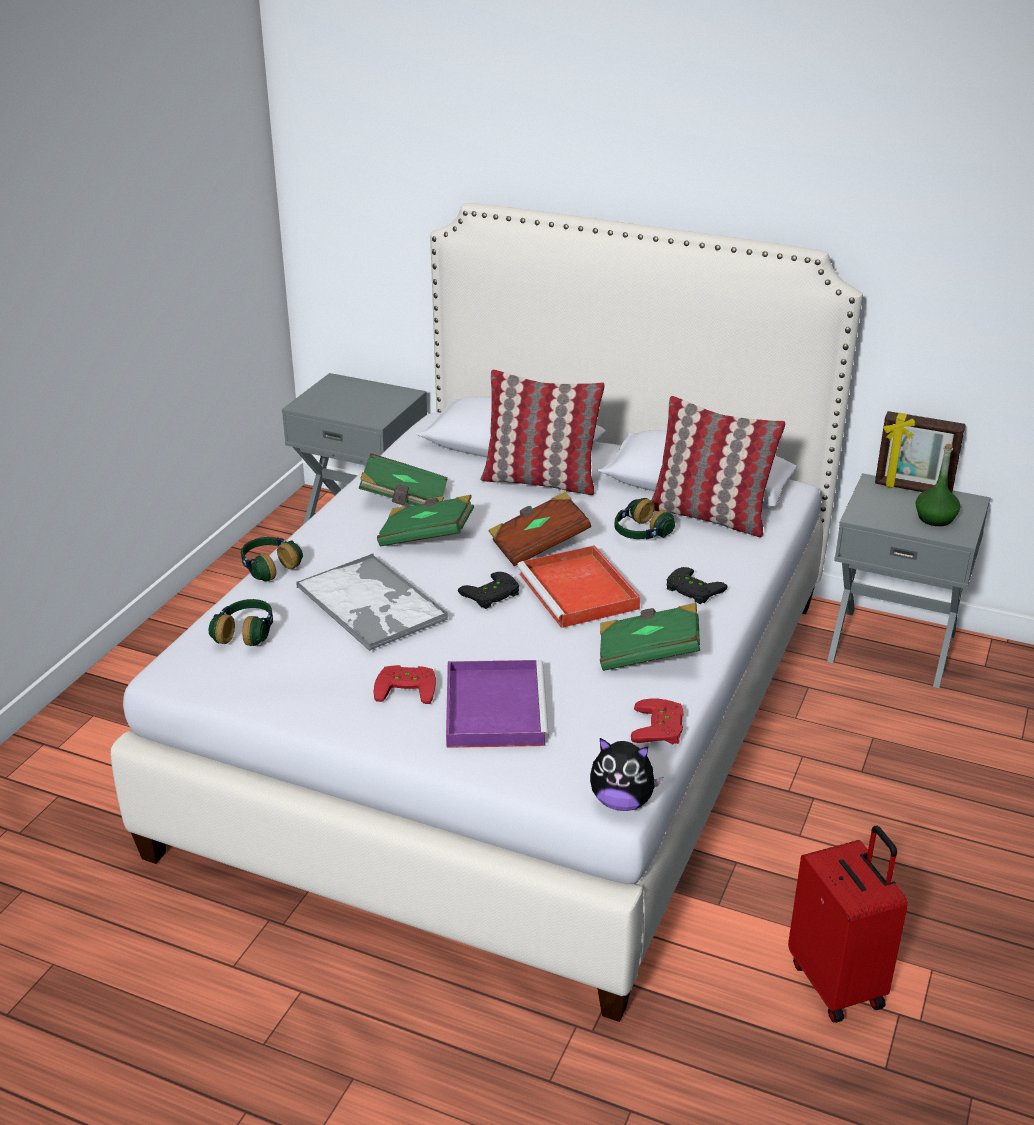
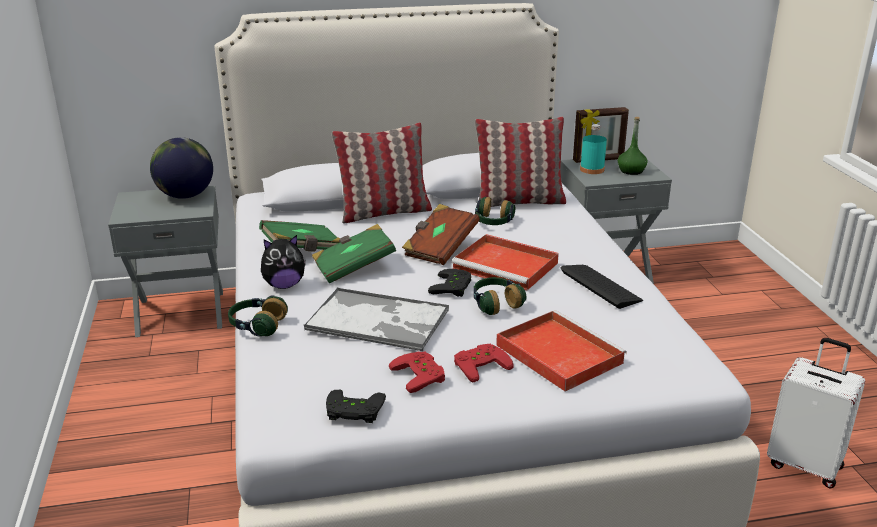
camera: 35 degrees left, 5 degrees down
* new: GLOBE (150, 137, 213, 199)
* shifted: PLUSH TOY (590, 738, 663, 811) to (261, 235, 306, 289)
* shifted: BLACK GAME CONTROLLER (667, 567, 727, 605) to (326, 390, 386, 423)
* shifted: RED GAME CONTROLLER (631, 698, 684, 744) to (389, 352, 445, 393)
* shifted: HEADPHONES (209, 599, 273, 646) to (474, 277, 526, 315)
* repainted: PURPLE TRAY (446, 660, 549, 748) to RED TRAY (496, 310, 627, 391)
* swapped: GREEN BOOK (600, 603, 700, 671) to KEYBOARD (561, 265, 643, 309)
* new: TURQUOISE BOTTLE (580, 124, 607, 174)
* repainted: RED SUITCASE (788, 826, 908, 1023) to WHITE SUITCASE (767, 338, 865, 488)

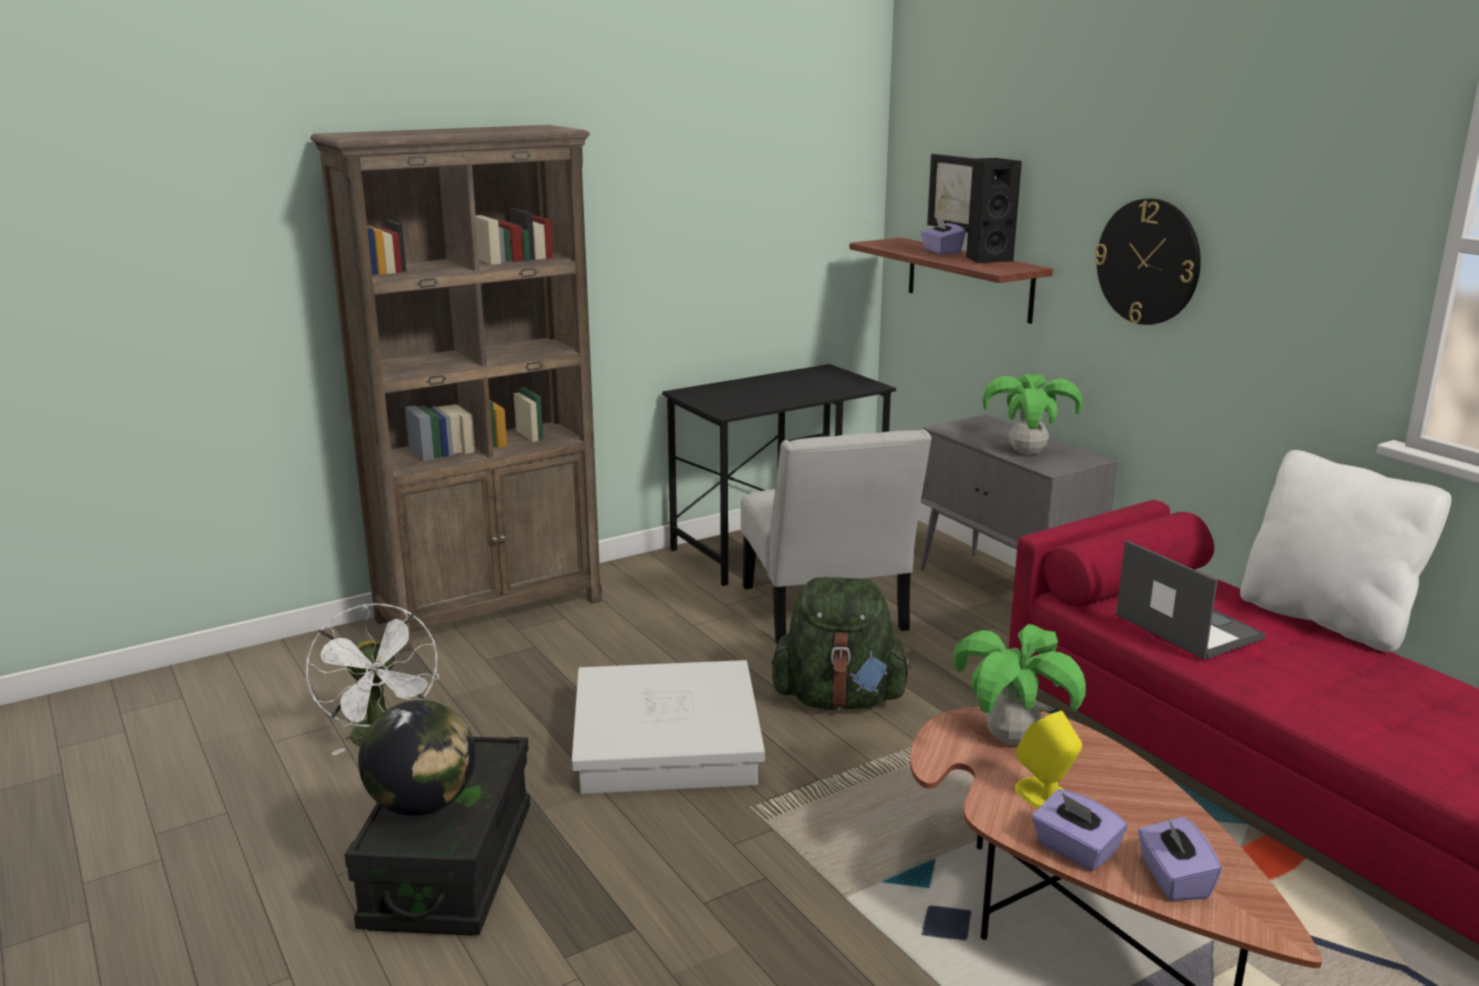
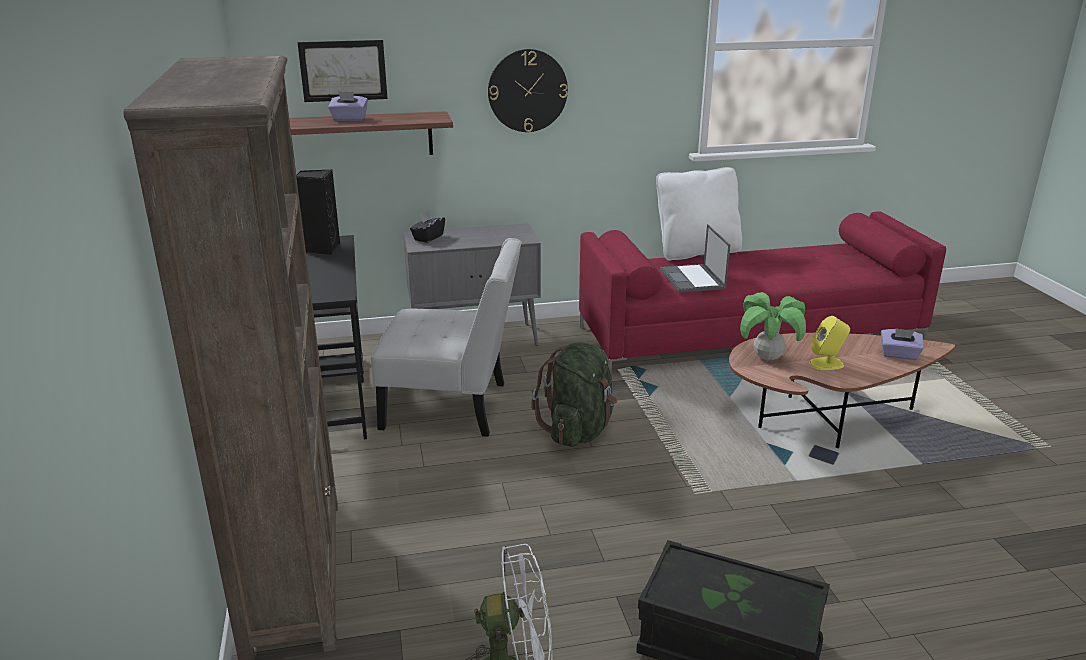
camera: 70 degrees left, 5 degrees up
* shifted: BLACK SPEAKER (966, 158, 1022, 264) to (296, 169, 340, 255)
* new: BLACK TISSUE BOX (410, 210, 445, 243)
* rotated: LAPTOP (1116, 540, 1266, 660) = (660, 224, 730, 293) 90 degrees counterclockwise
* gone: GLOBE (358, 700, 475, 816)
* gone: WHITE STORAGE BOX (572, 660, 765, 794)
* gone: POTTED PLANT (982, 373, 1083, 455)
* gone: PURPLE TISSUE BOX (1032, 789, 1127, 871)

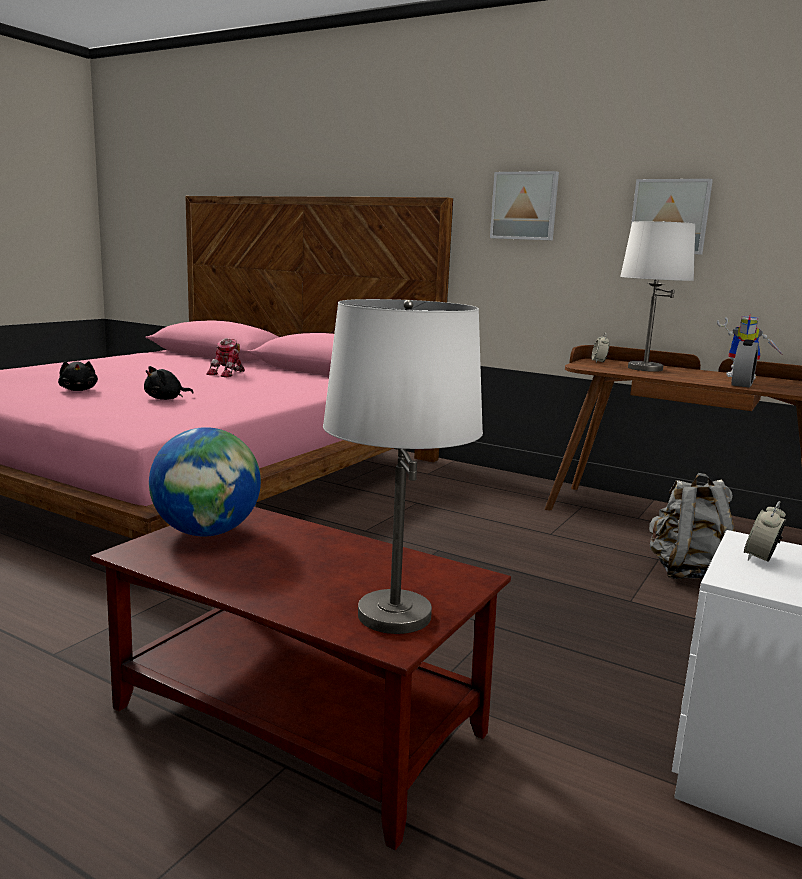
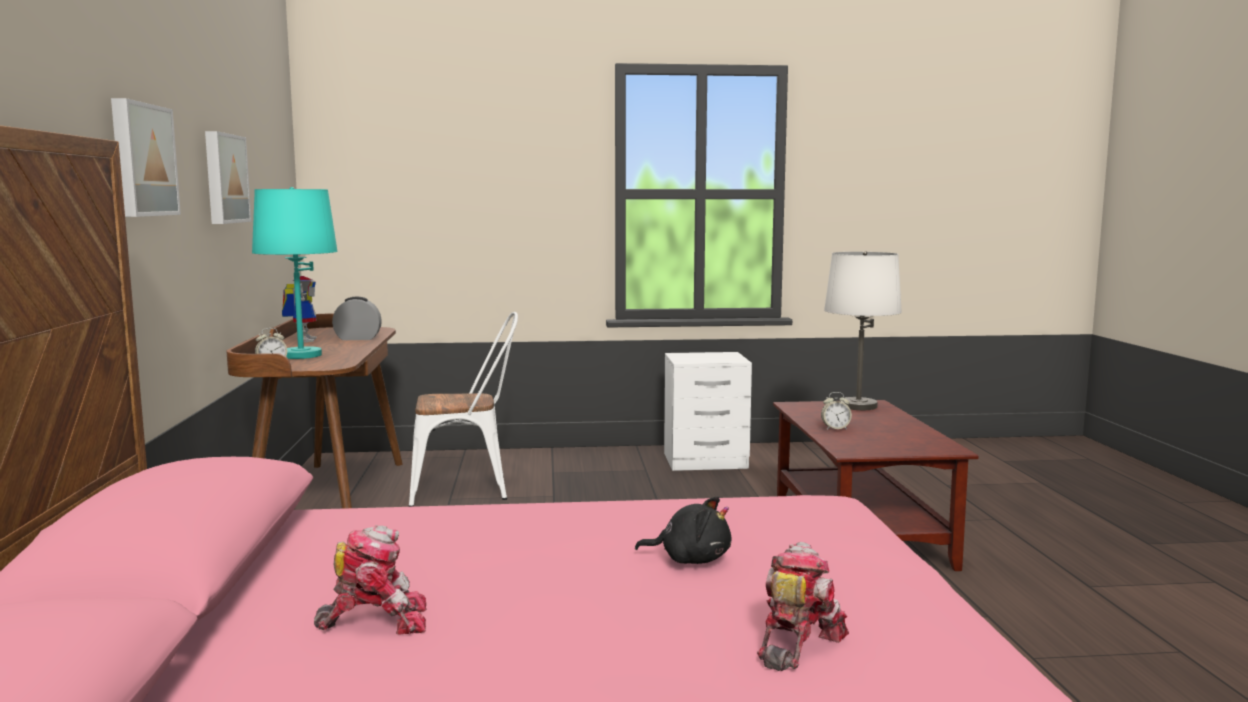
camera: 125 degrees left, 5 degrees down
* repainted: WHITE TABLE LAMP (620, 221, 696, 372) to TURQUOISE TABLE LAMP (252, 187, 338, 359)
* swapped: GREY BACKPACK (649, 473, 735, 579) to WHITE CHAIR (409, 312, 518, 507)
* swapped: BLACK PLUSH TOY (58, 361, 98, 391) to TOY ROBOT (757, 542, 849, 671)
* shifted: ALARM CLOCK (744, 501, 786, 562) to (821, 392, 852, 430)
* gone: GLOBE (149, 427, 261, 537)

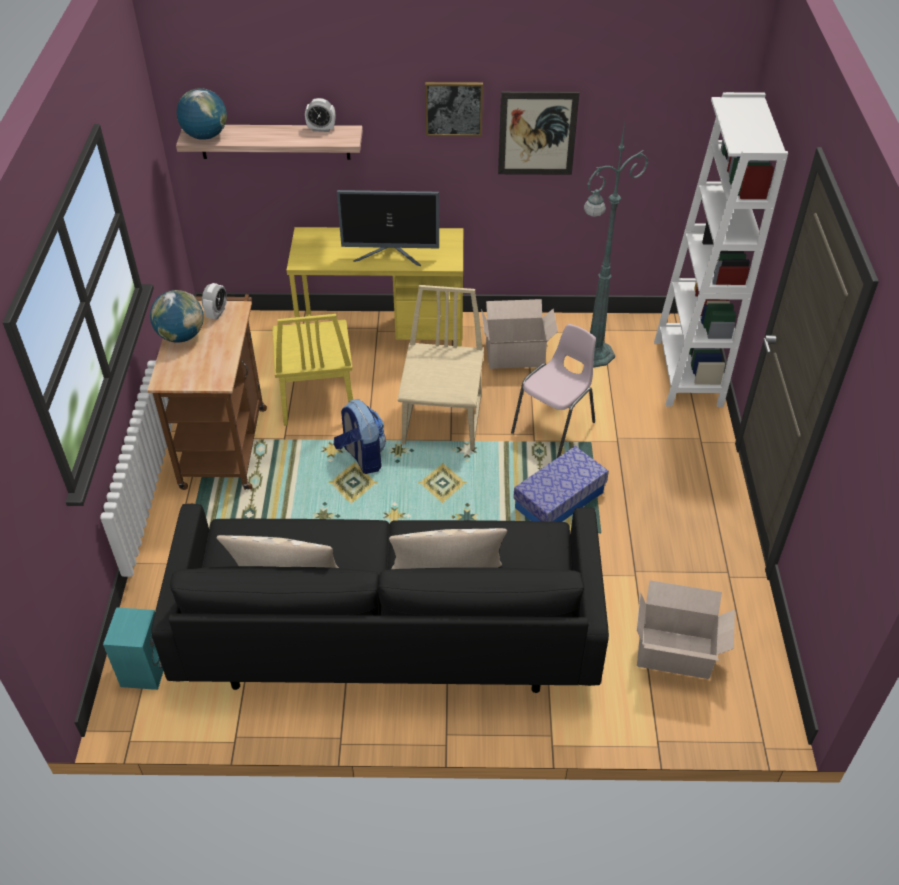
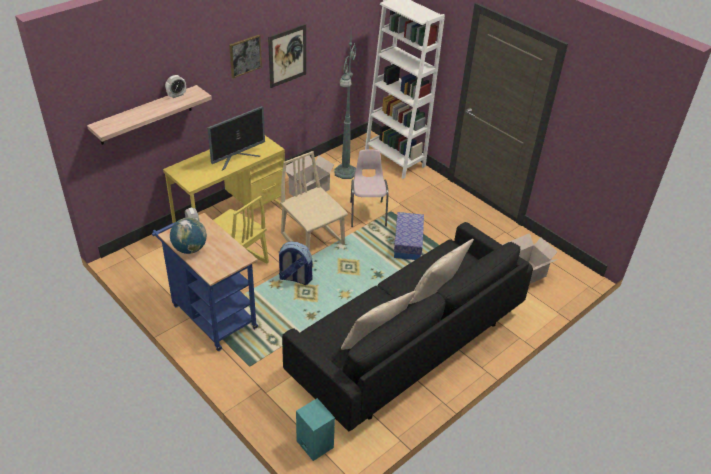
camera: 45 degrees left, 5 degrees down
* repainted: BROWN CART (147, 294, 267, 490) to BLUE CART (152, 213, 258, 351)
* gone: GLOBE (176, 88, 227, 140)

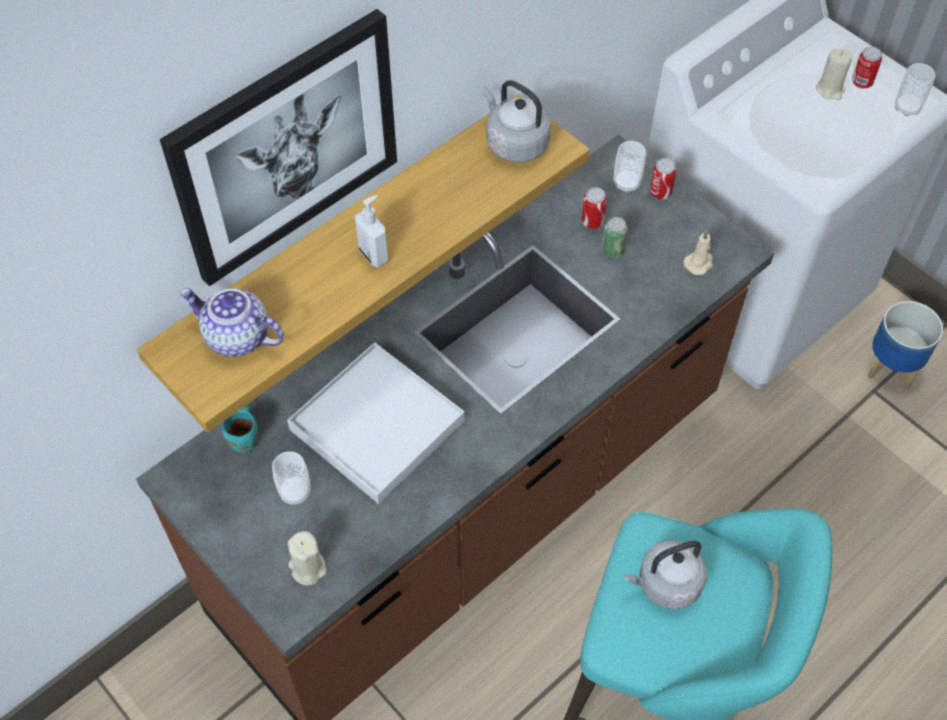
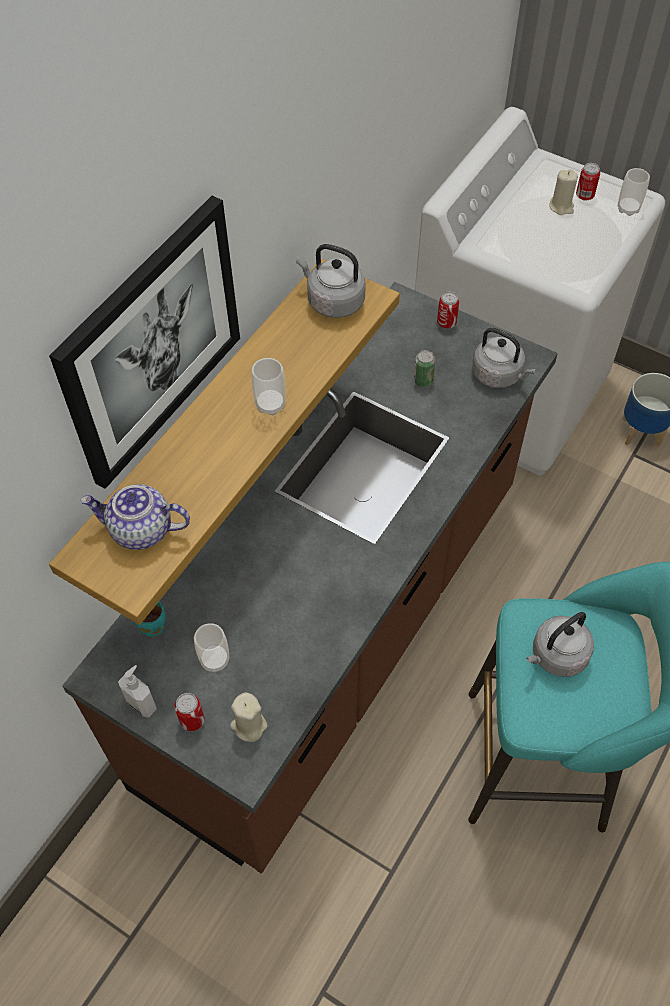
camera: 15 degrees left, 0 degrees up
* shifted: SOAP DISPENSER (355, 195, 388, 267) to (118, 665, 157, 717)
* shifted: CAN (581, 187, 607, 229) to (175, 693, 205, 731)
* shifted: CUP (614, 141, 646, 193) to (252, 358, 286, 415)
* swapped: BEIGE CANDLE (684, 231, 713, 275) to GREY KETTLE (472, 328, 536, 388)
* gone: WHITE TRAY (287, 342, 465, 504)

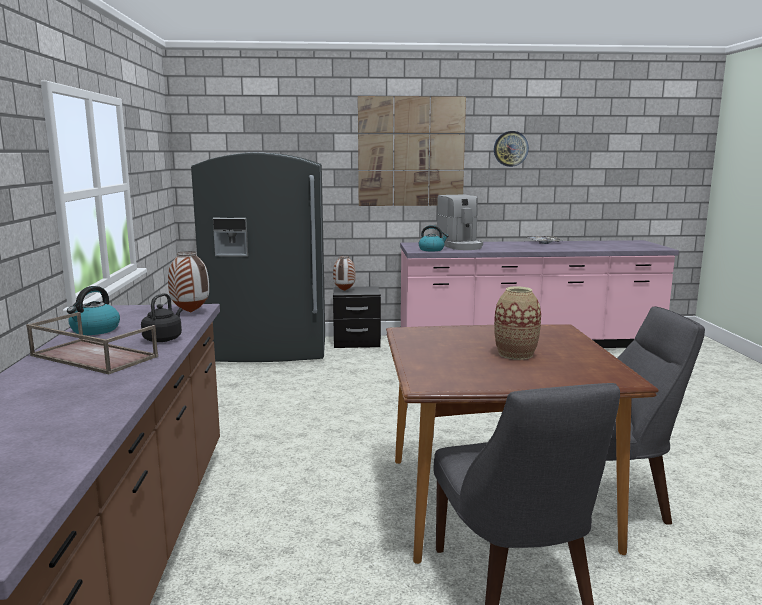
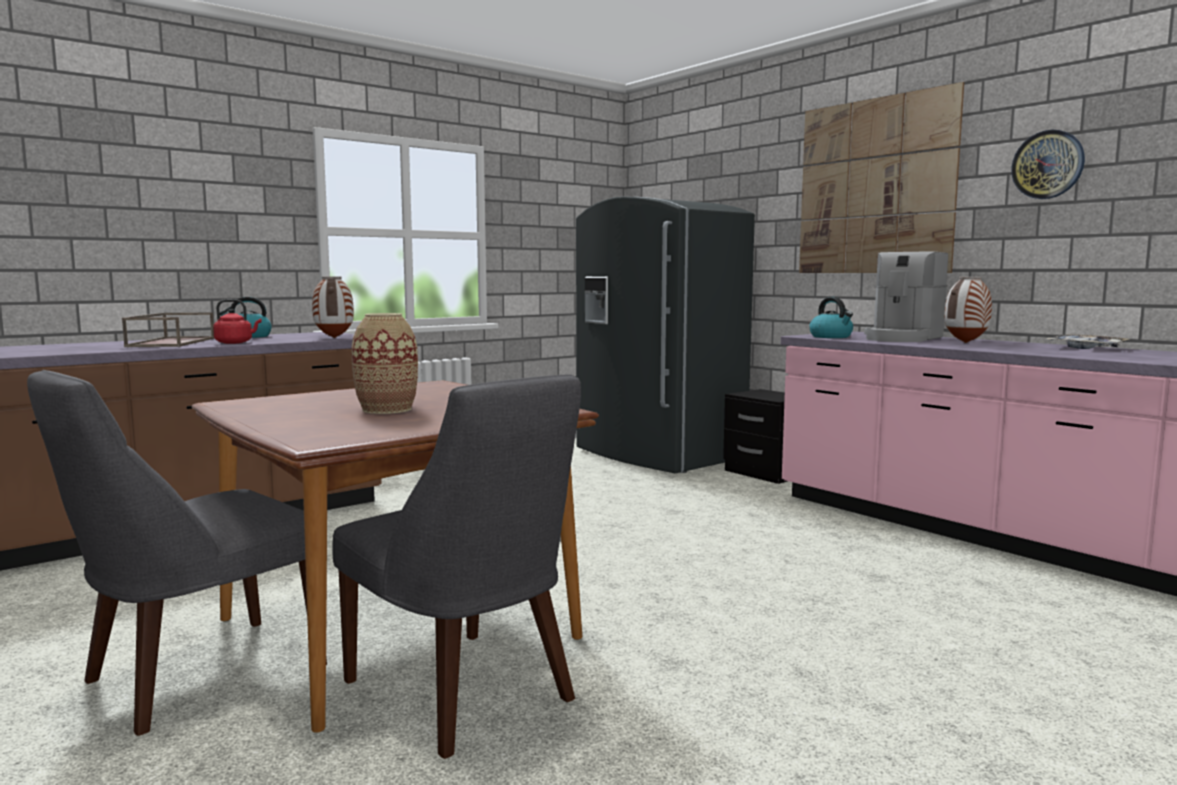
camera: 55 degrees right, 5 degrees down
* repainted: BLACK KETTLE (141, 293, 182, 342) to RED KETTLE (213, 299, 262, 344)
* shifted: VASE (333, 256, 356, 291) to (945, 277, 992, 343)

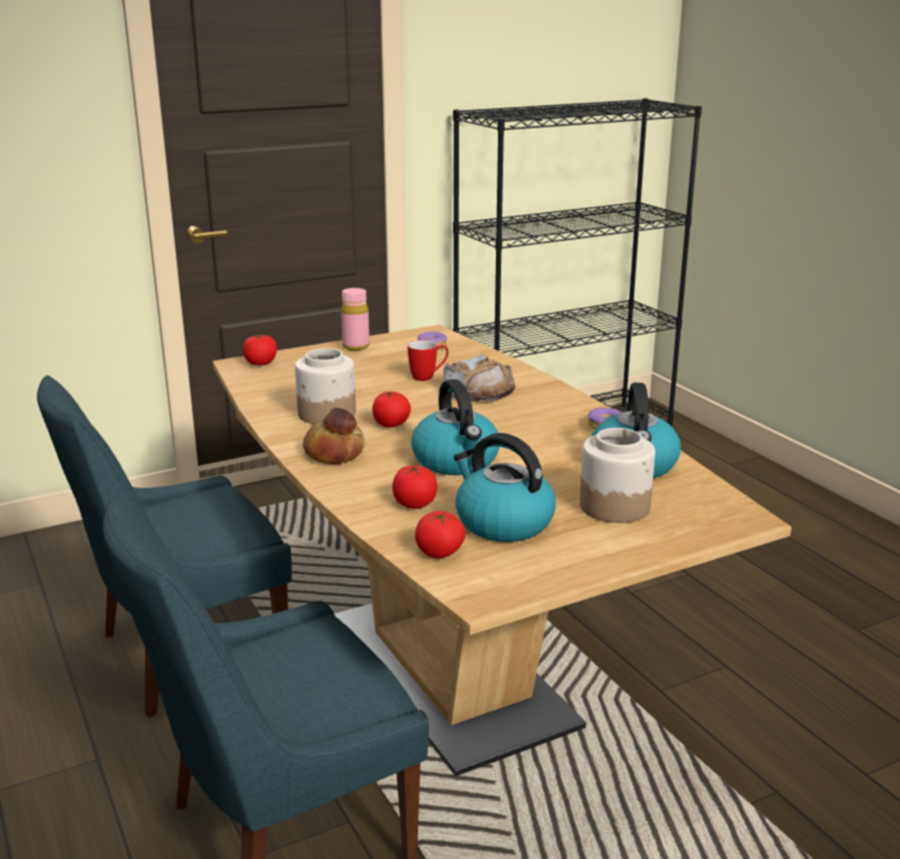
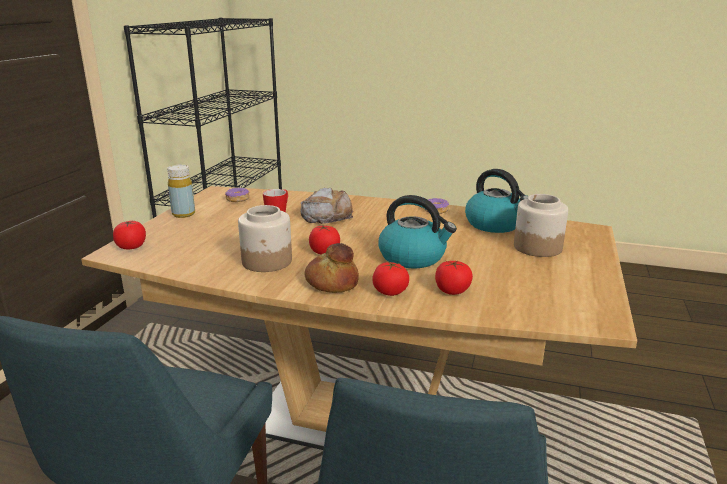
camera: 45 degrees left, 0 degrees up
* repainted: PINK BOTTLE (341, 288, 369, 351) to YELLOW BOTTLE (167, 165, 195, 218)
* shifted: TOMATO (415, 511, 466, 558) to (372, 262, 409, 296)
* gone: KETTLE (454, 433, 556, 542)

